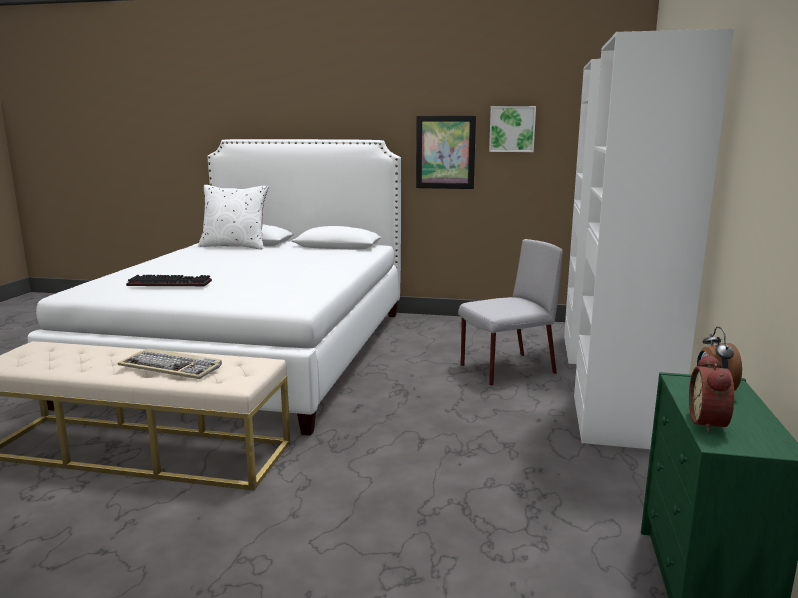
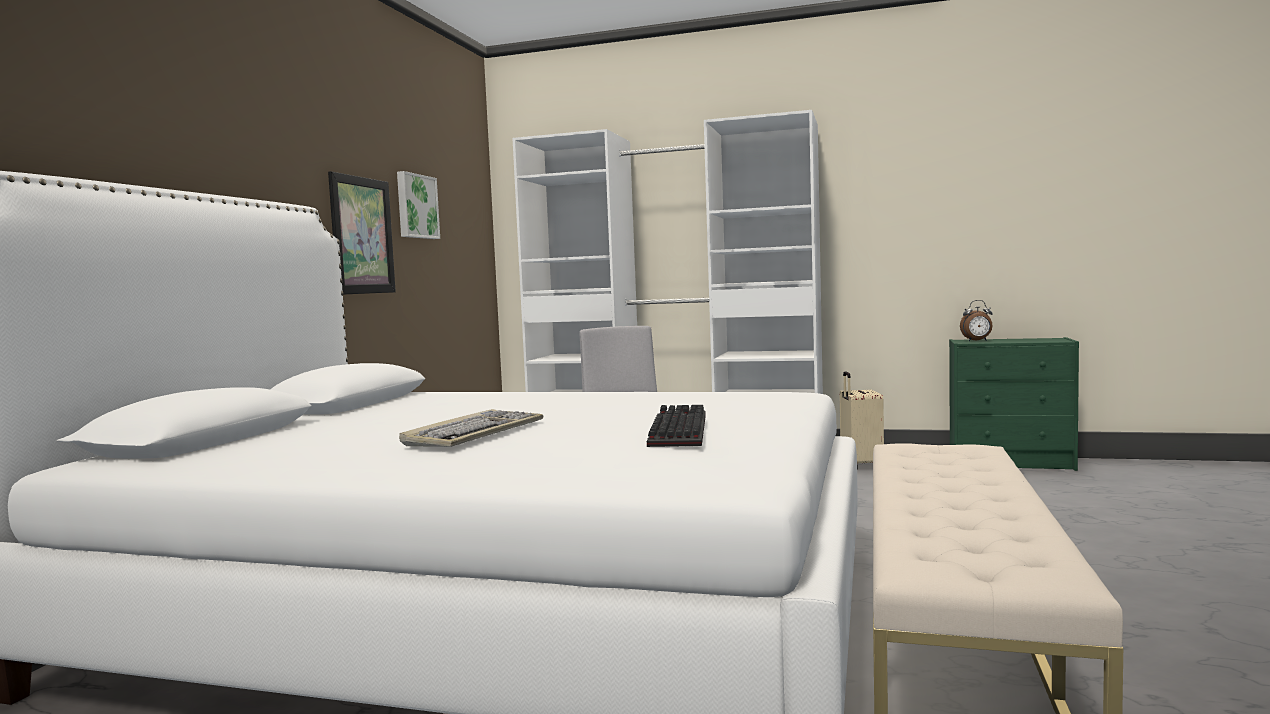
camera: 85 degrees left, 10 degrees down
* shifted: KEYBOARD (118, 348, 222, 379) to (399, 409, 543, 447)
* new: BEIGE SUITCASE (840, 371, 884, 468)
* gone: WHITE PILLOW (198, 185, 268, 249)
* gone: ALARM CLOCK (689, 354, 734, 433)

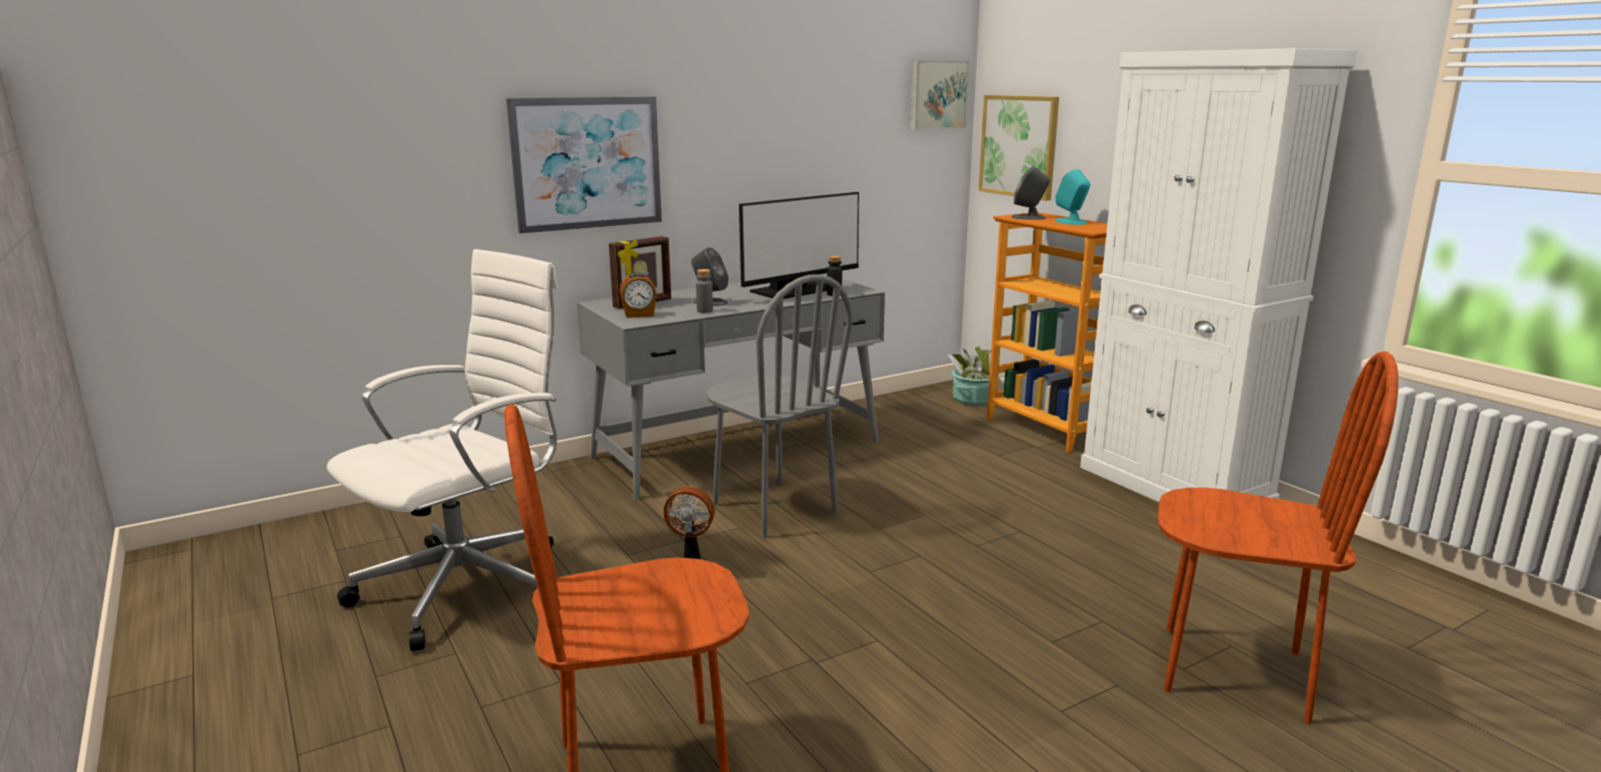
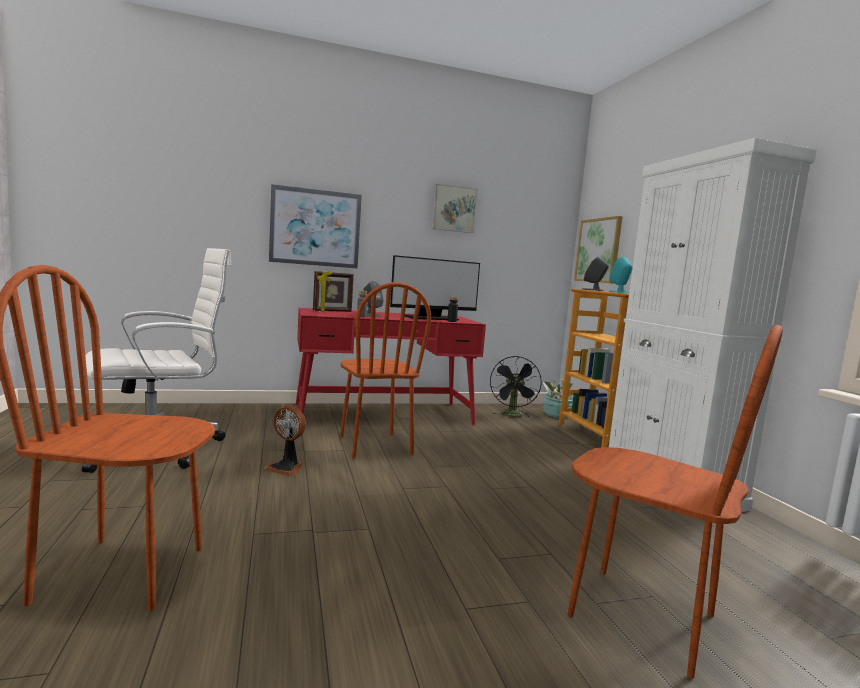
camera: 15 degrees right, 10 degrees down
* repainted: GREY DESK (577, 274, 885, 500) to RED DESK (295, 308, 486, 425)
* repainted: GREY CHAIR (706, 274, 853, 538) to BROWN CHAIR (340, 282, 431, 458)
* shifted: PICTURE (910, 60, 969, 130) to (431, 184, 478, 233)
* new: BLACK FAN (490, 356, 542, 417)
* gone: ALARM CLOCK (620, 273, 657, 318)

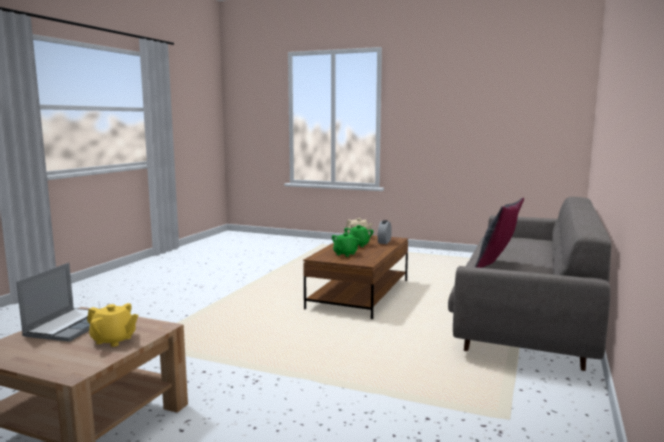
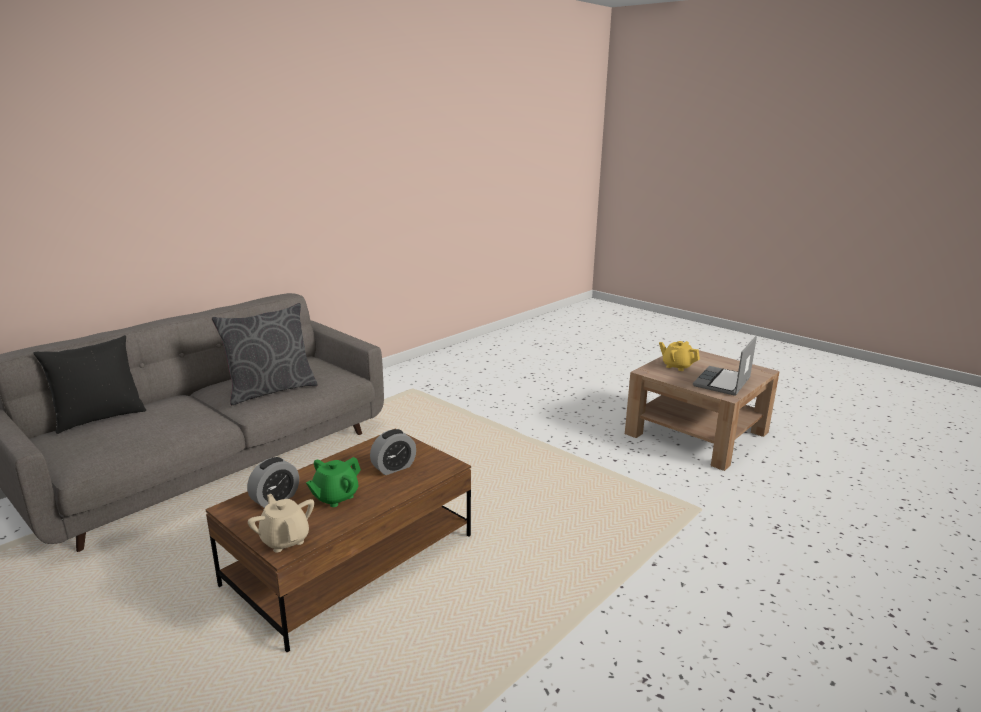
camera: 160 degrees left, 10 degrees up
* new: BLACK PILLOW (33, 335, 146, 434)
* swapped: GREEN TEAPOT (332, 233, 360, 257) to ALARM CLOCK (370, 429, 416, 475)

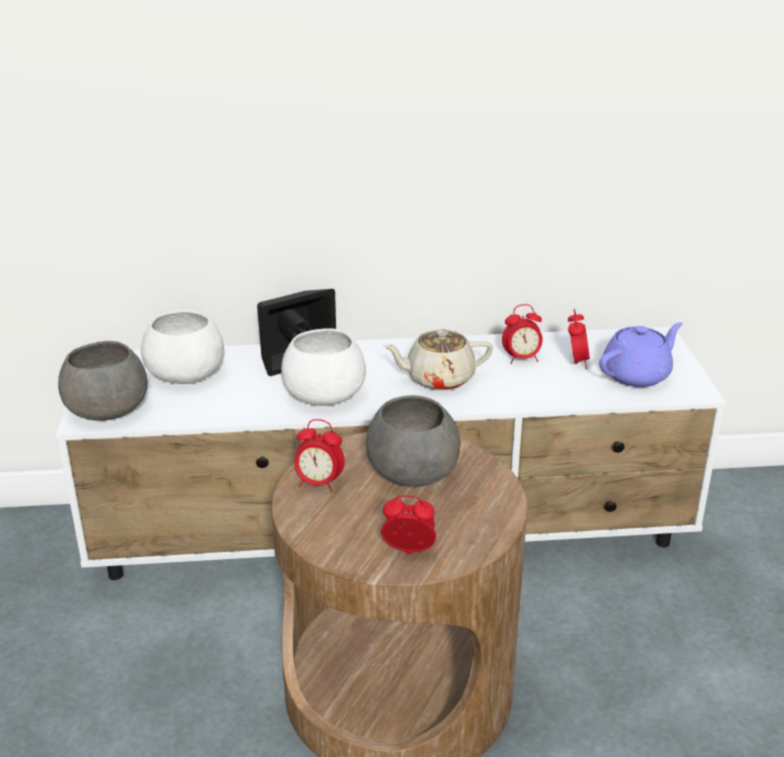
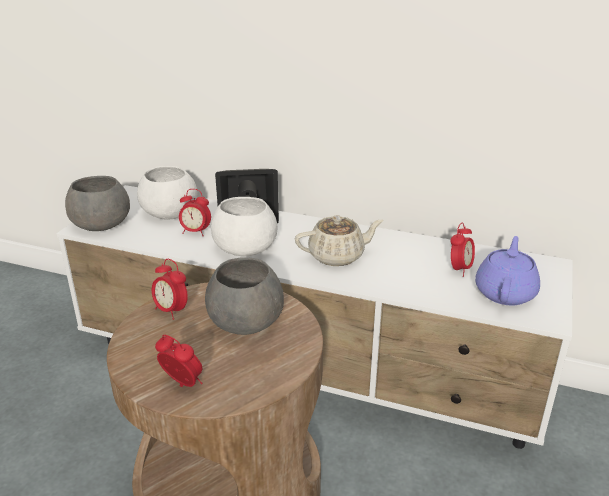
camera: 25 degrees right, 0 degrees up
* shifted: ALARM CLOCK (502, 304, 542, 364) to (179, 189, 211, 236)
* rotated: BEIGE TEAPOT (383, 329, 493, 390) = (295, 216, 384, 266) 150 degrees clockwise
* rotated: PURPLE TEAPOT (599, 322, 683, 387) = (475, 236, 540, 305) 60 degrees counterclockwise

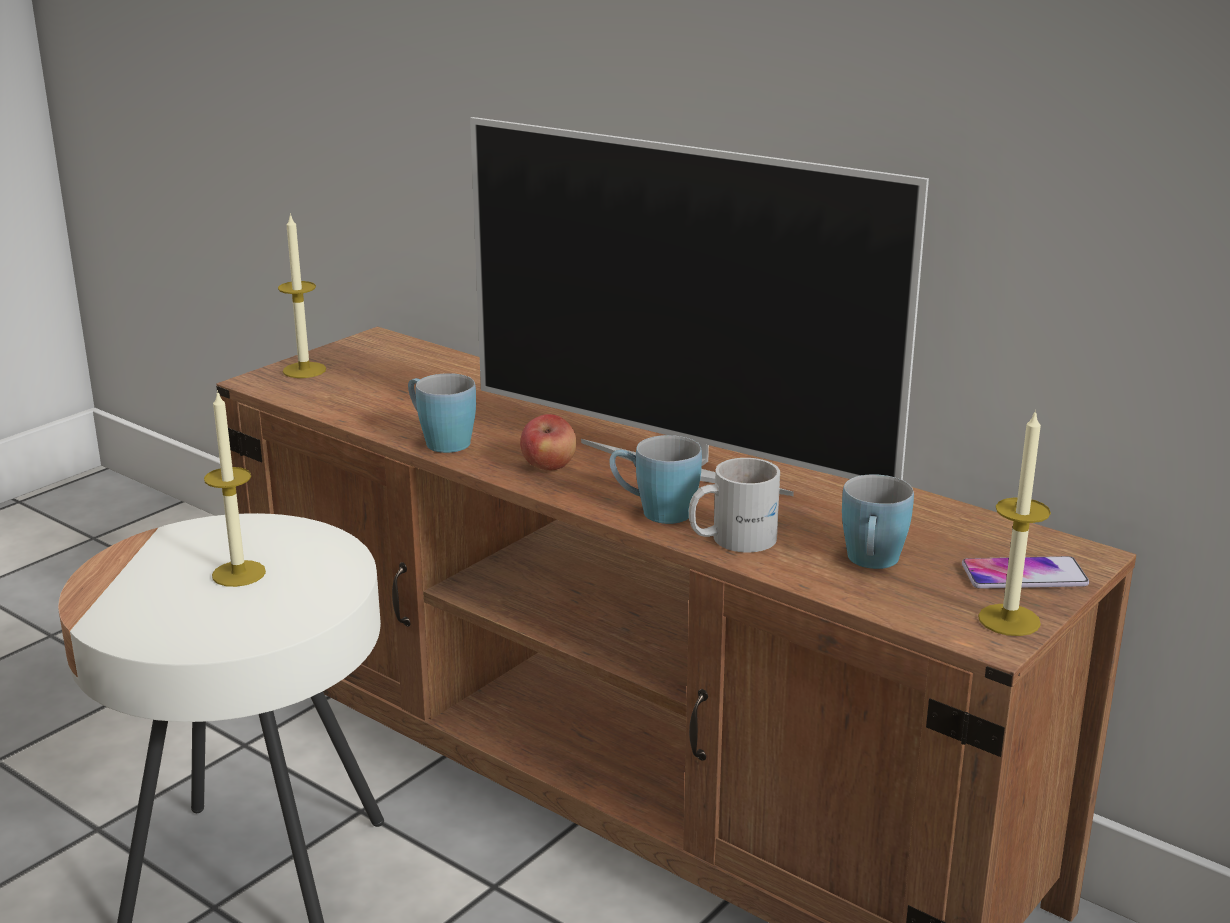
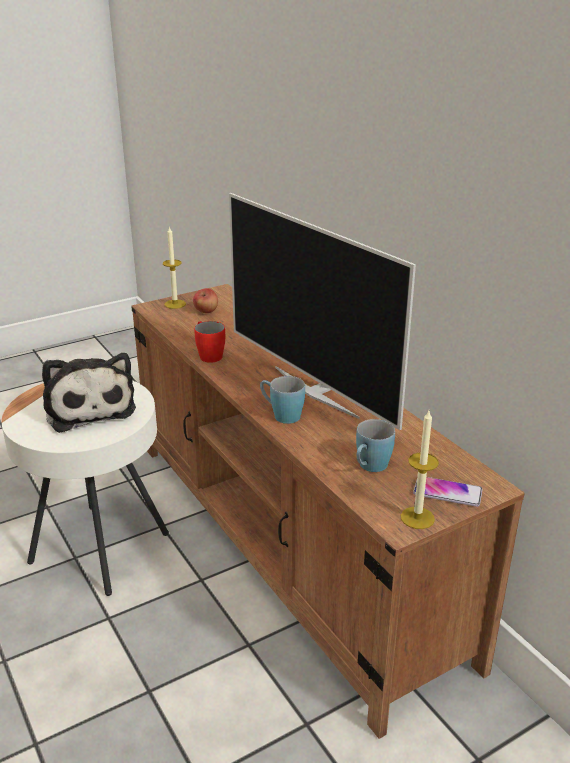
camera: 20 degrees right, 5 degrees up
* swapped: CANDLE (204, 390, 266, 587) to PLUSH TOY (42, 353, 136, 433)
* shifted: APPLE (520, 414, 576, 470) to (193, 288, 218, 313)
* repainted: BLUE MUG (408, 373, 476, 453) to RED MUG (194, 321, 225, 363)
* gone: WHITE MUG (689, 458, 780, 552)

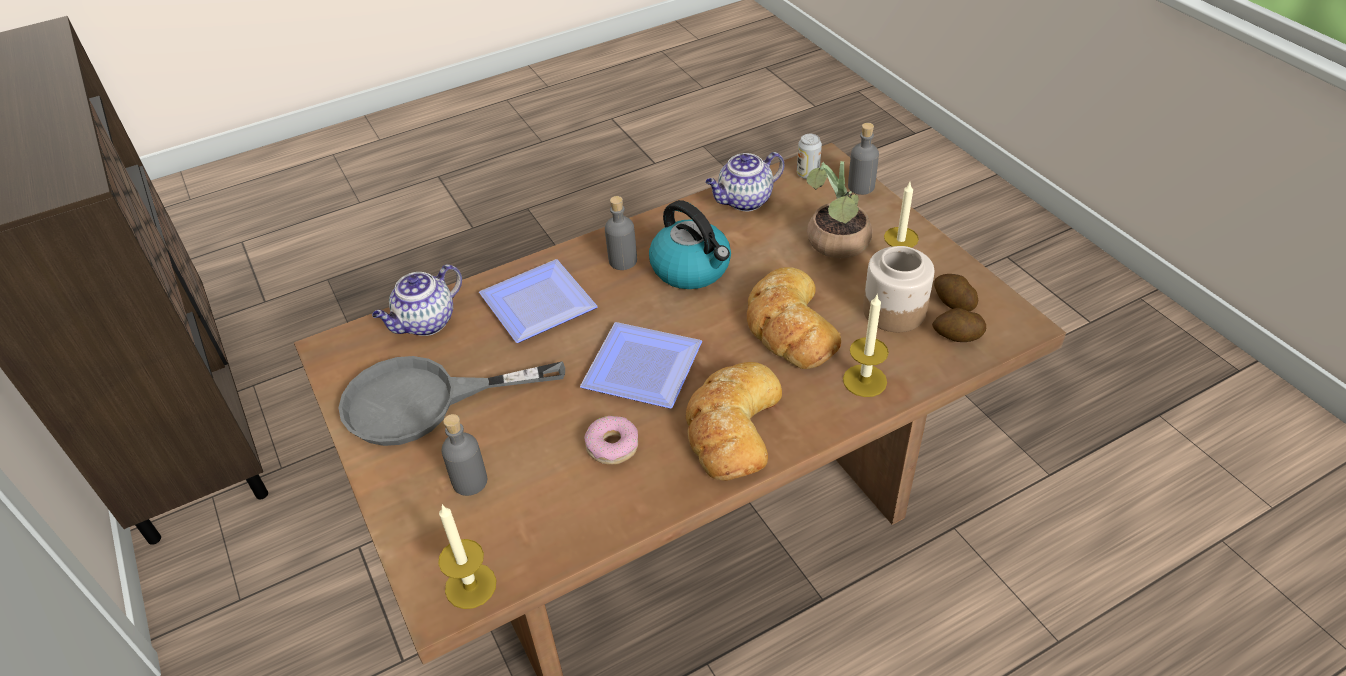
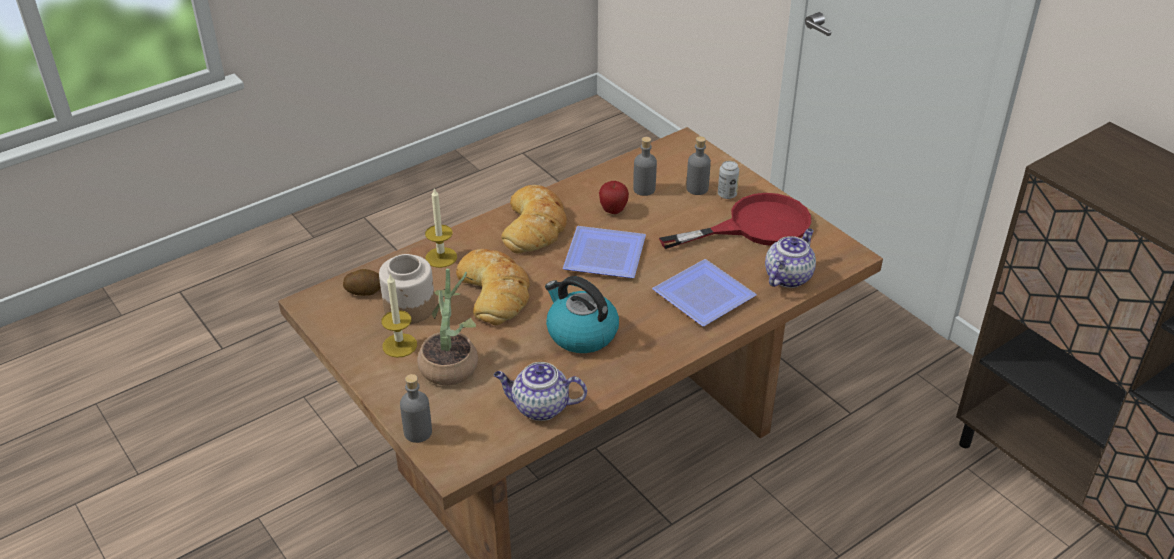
camera: 170 degrees right, 5 degrees down
* rotated: TEAPOT (705, 152, 784, 211) = (494, 362, 587, 421) 135 degrees counterclockwise
* swapped: DONUT (584, 416, 638, 465) to APPLE (599, 181, 629, 214)
* shifted: GREY BOTTLE (605, 196, 637, 270) to (633, 137, 657, 196)
* repainted: GREY FRYING PAN (338, 356, 565, 446) to RED FRYING PAN (659, 193, 811, 249)
* shifted: CAN (797, 134, 822, 179) to (718, 161, 739, 199)
* gone: CANDLE (438, 504, 496, 609)
* gone: POTATO (934, 274, 979, 311)

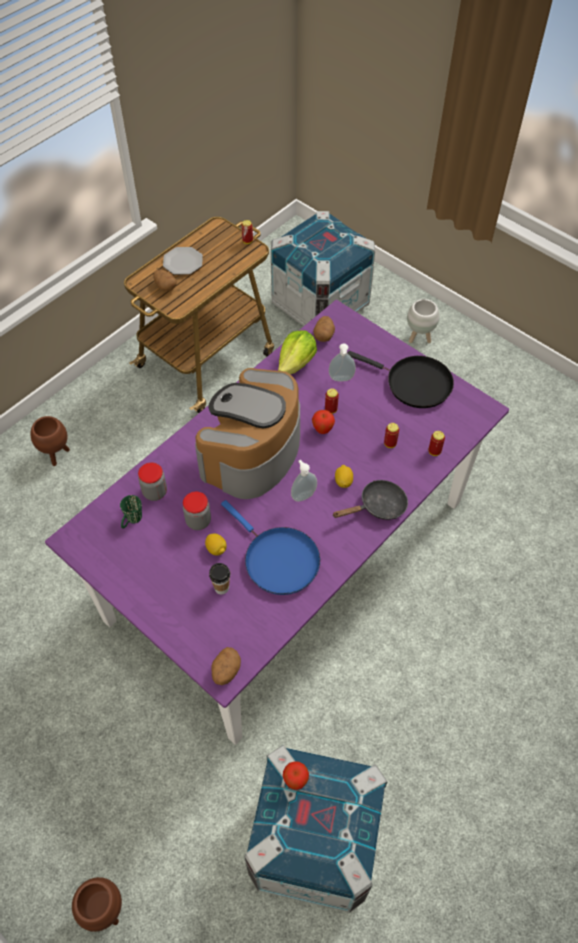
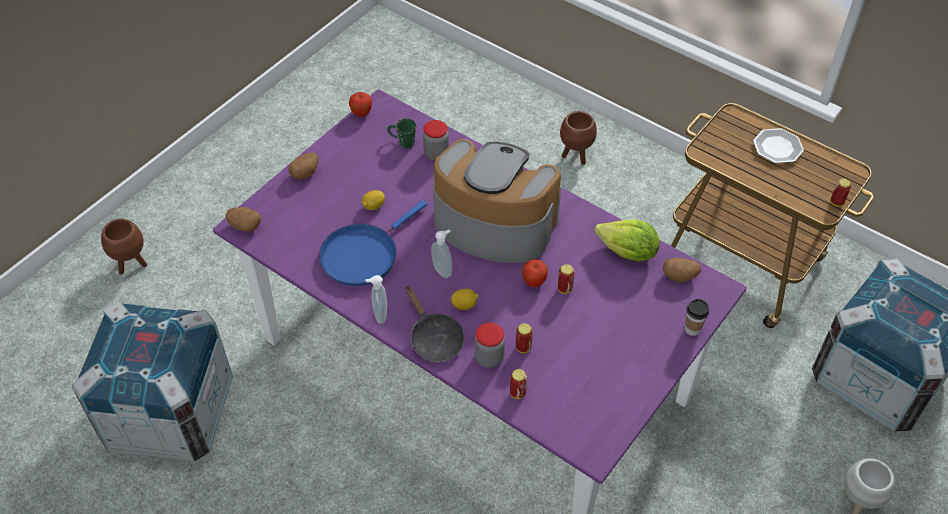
camera: 85 degrees right, 5 degrees down
* shifted: POTATO (153, 269, 177, 291) to (288, 152, 319, 179)
* shifted: APPLE (283, 761, 309, 790) to (349, 92, 372, 117)
* shifted: SOAP DISPENSER (329, 344, 356, 381) to (365, 275, 387, 324)
* shifted: JAR (183, 492, 211, 530) to (475, 323, 505, 368)
* shifted: CUP (209, 563, 230, 594) to (685, 299, 709, 336)
* gone: BLACK FRYING PAN (347, 351, 454, 408)

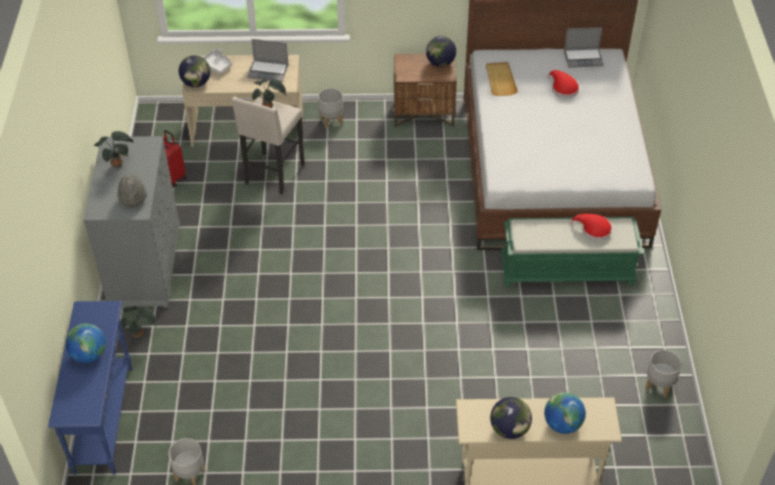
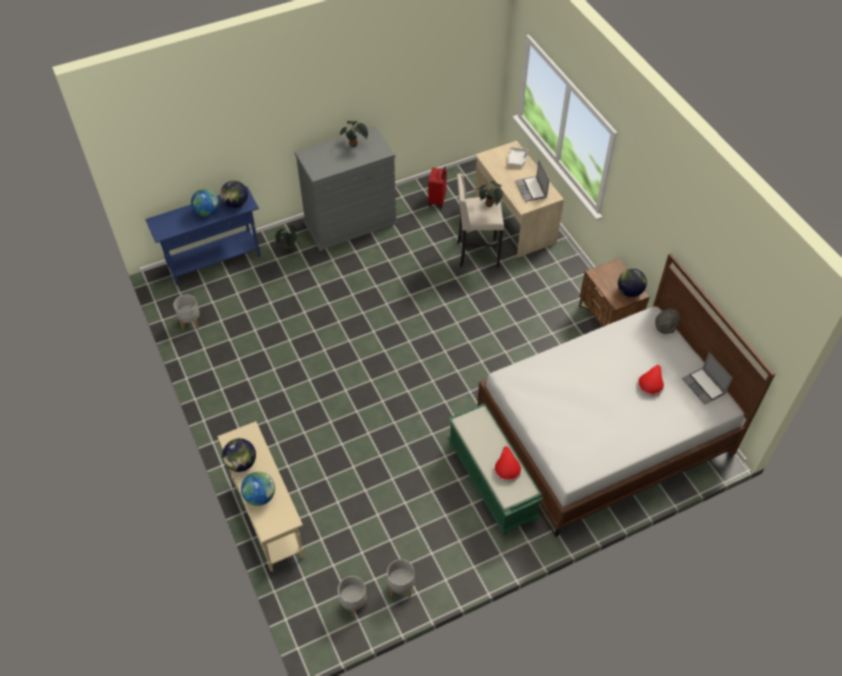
camera: 65 degrees right, 5 degrees up
* shifted: GLOBE (179, 55, 210, 87) to (220, 181, 248, 208)
* shifted: GREY PLANTER (318, 88, 343, 129) to (338, 576, 367, 617)
* shifted: GREY HAT (117, 174, 147, 207) to (655, 309, 680, 334)
* gone: BEIGE TRAY (486, 62, 518, 96)

